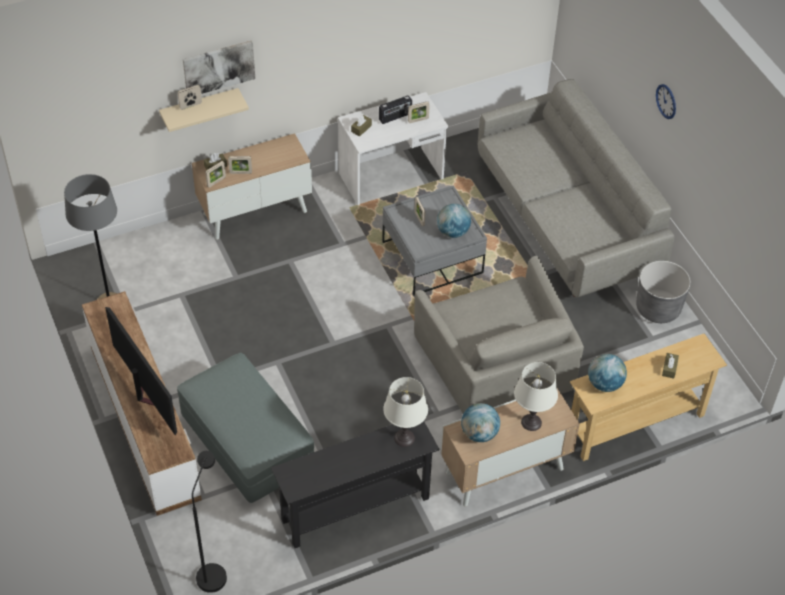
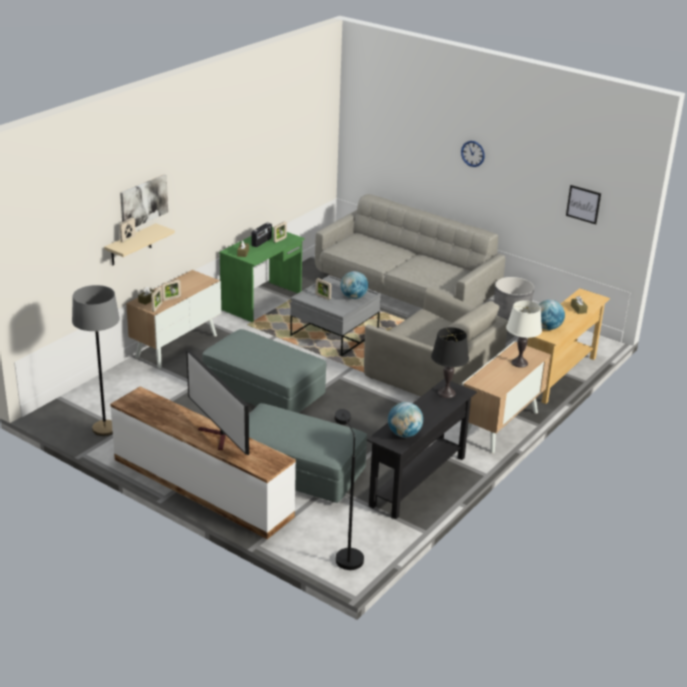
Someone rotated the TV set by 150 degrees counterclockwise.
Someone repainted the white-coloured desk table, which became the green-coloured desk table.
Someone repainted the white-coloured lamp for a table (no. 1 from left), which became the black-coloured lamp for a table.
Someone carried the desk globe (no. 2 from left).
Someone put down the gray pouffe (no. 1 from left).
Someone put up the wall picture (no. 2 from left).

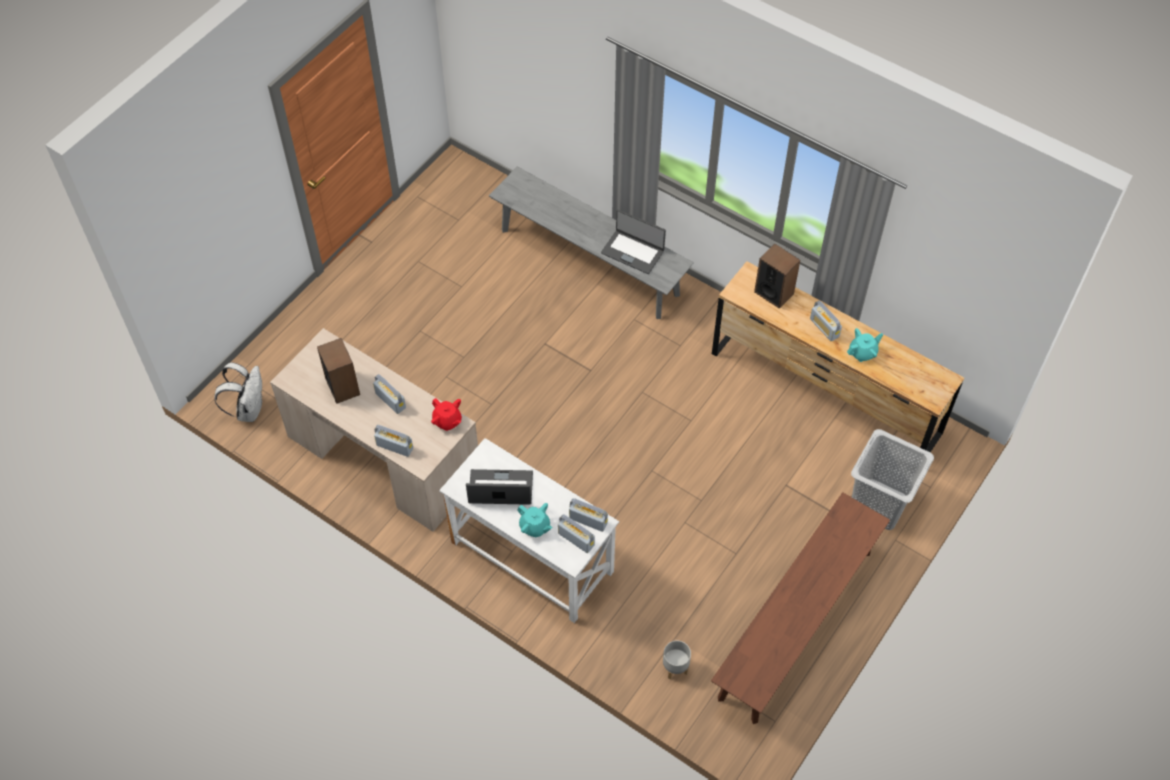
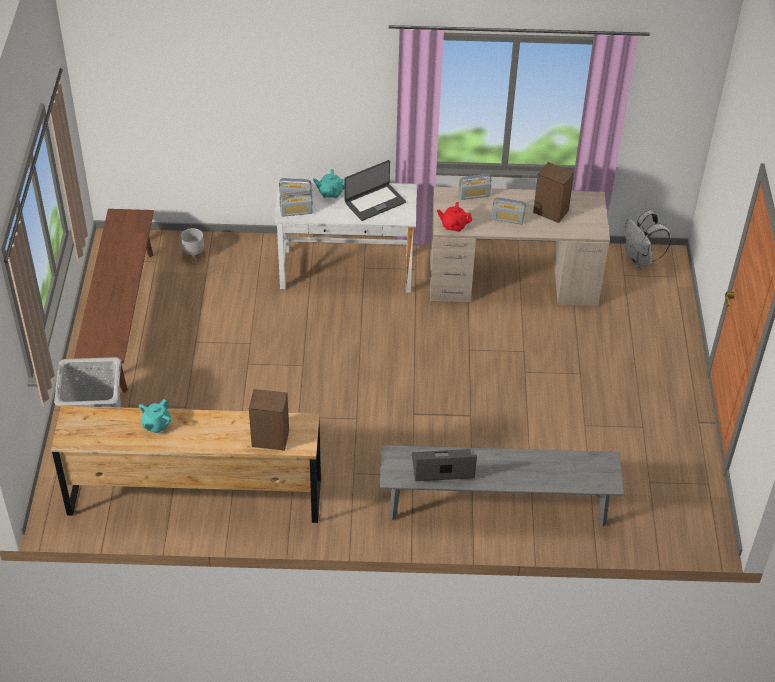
Someone took away the radio receiver (no. 5 from left).

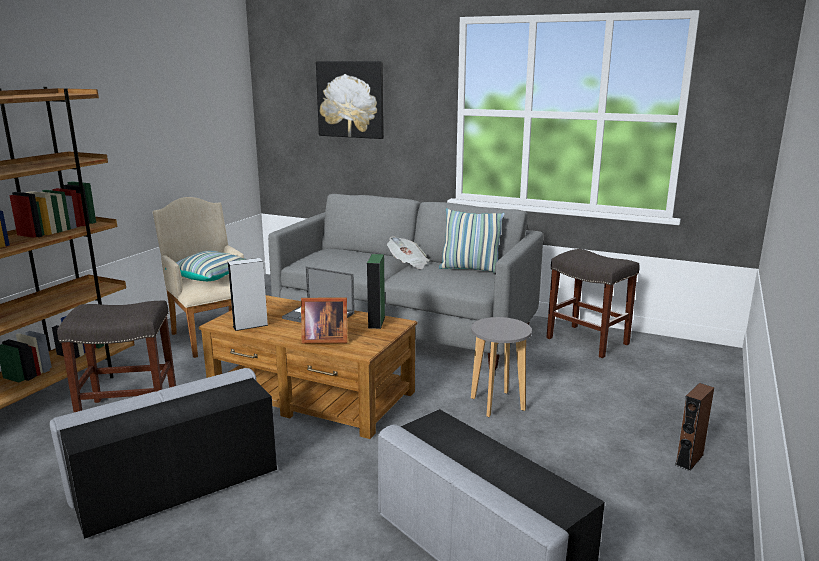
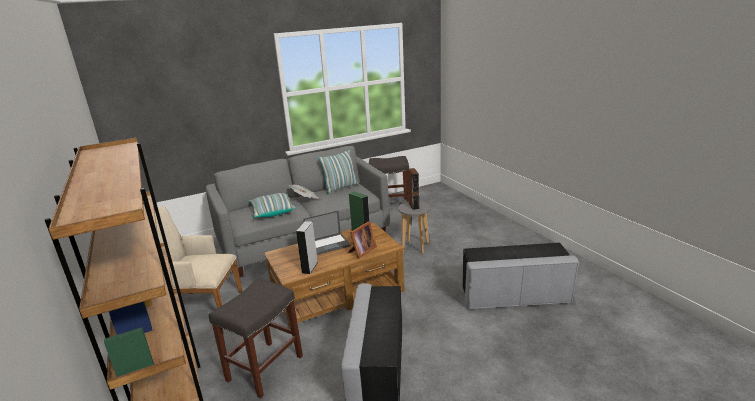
Someone carried the pillow (no. 1 from left).
Someone took away the wall picture.
Someone carried the brown-coloured loudspeaker.

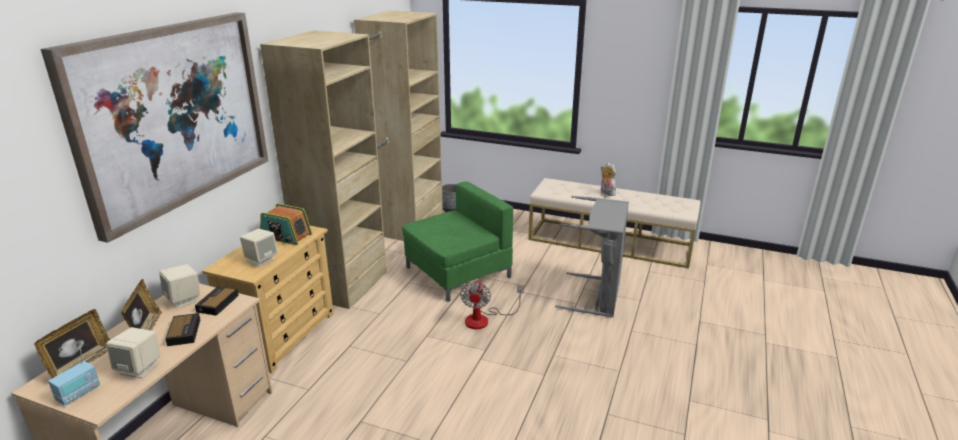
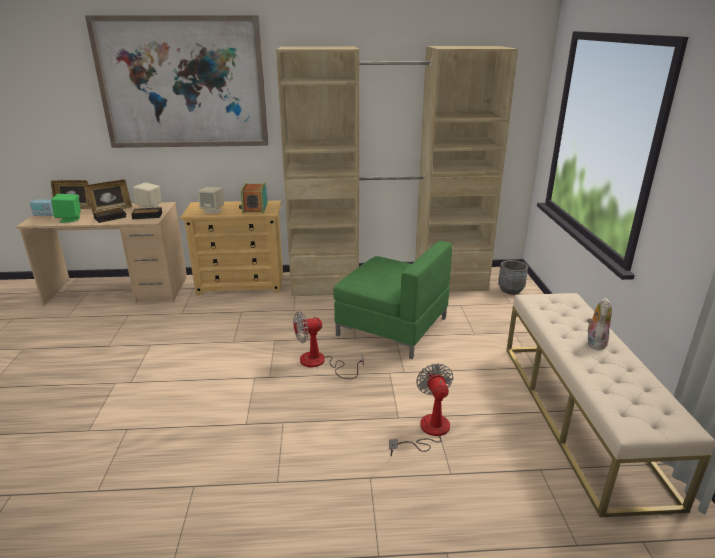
Someone repainted the beige-coloured loudspeaker (no. 1 from left), which became the green-coloured loudspeaker.
Someone swapped the gray laundry basket for the fan (no. 2 from left).

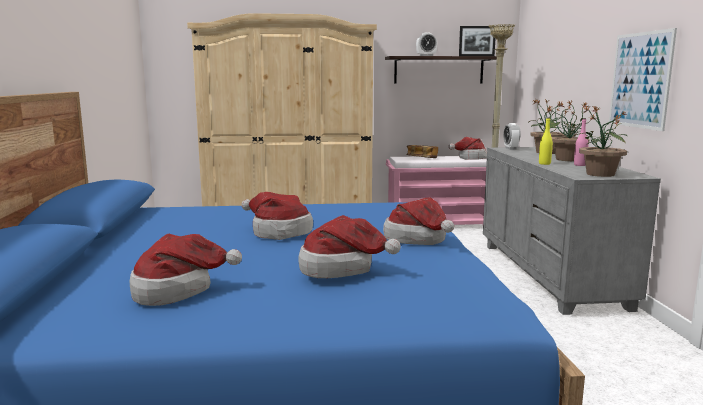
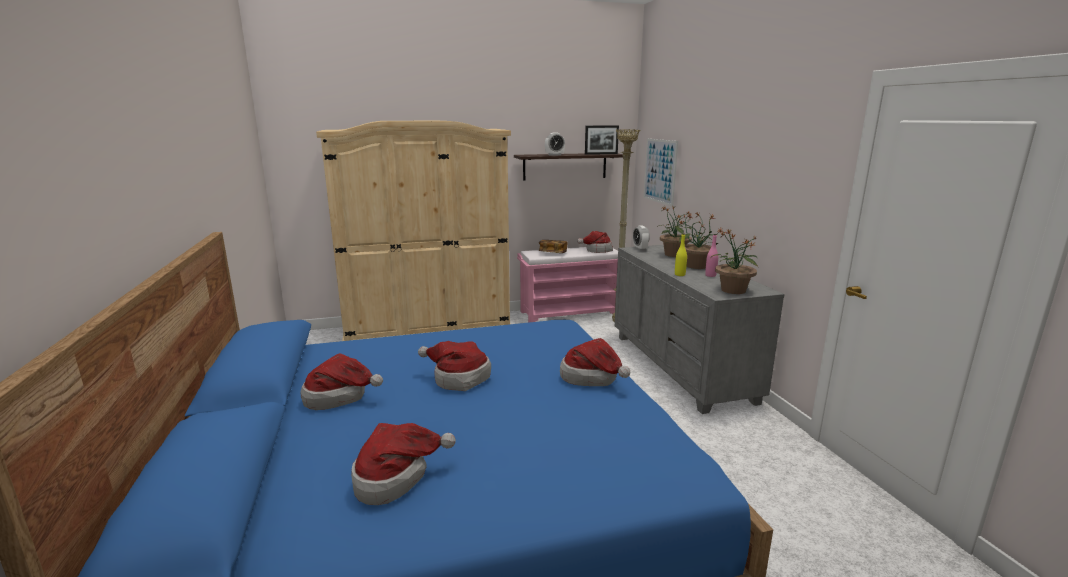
Someone carried the clothing hat (no. 3 from left in the first image).
Someone carried the wall picture.

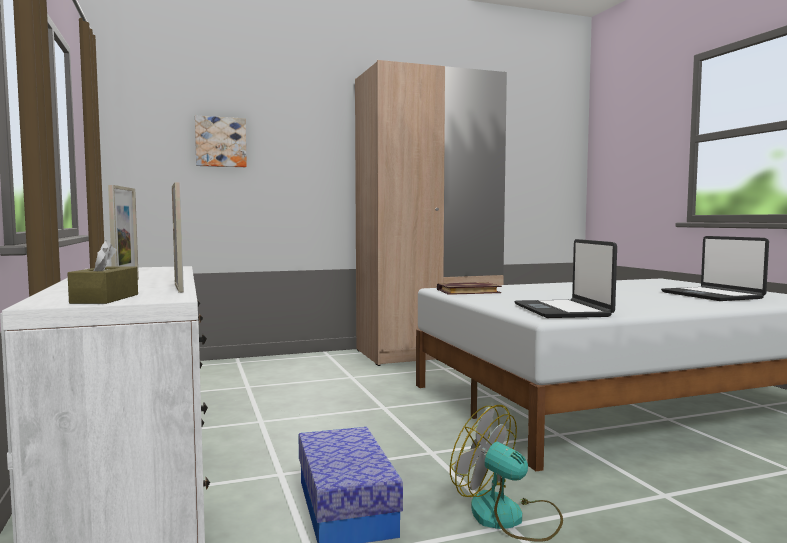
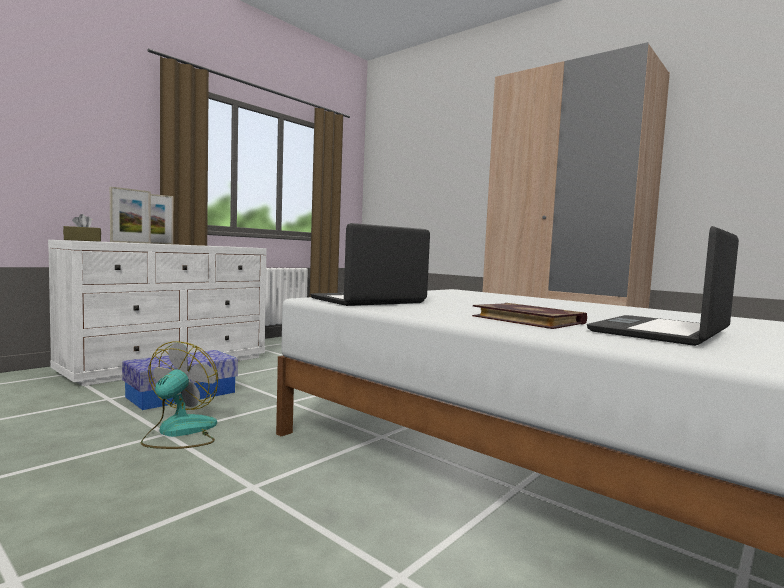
Someone took away the wall picture.
Someone carried the volume.

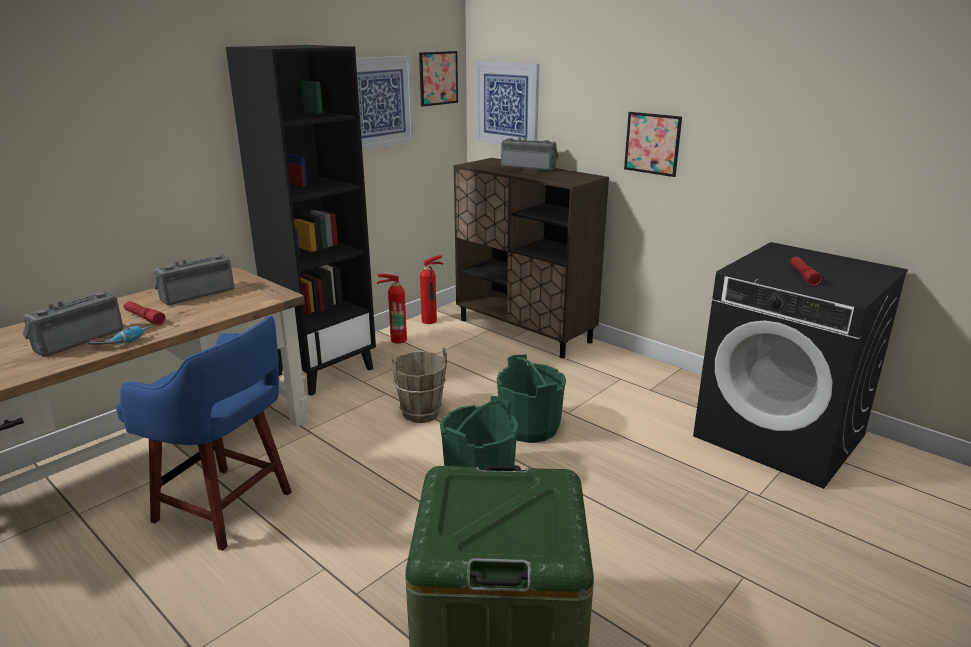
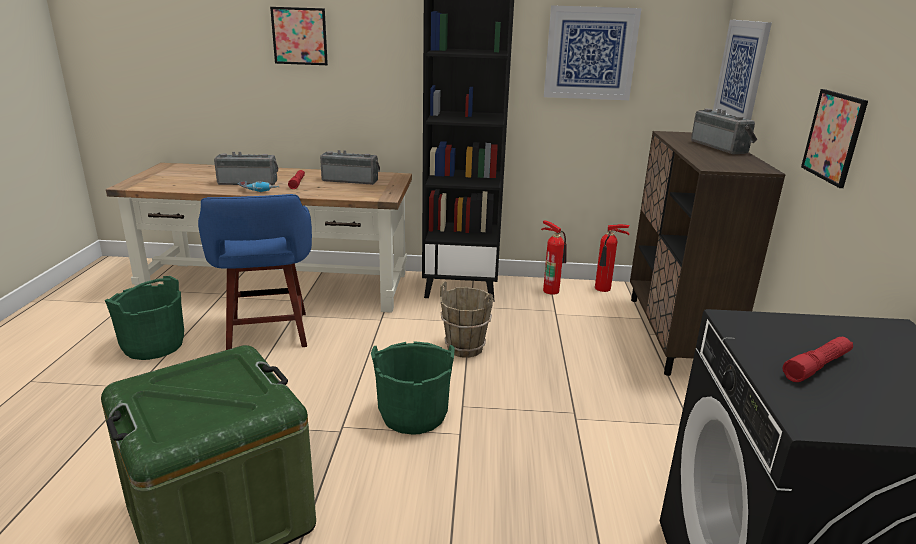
Someone carried the wall picture (no. 2 from left in the first image).
Someone carried the green-coloured water bucket (no. 2 from left in the first image).

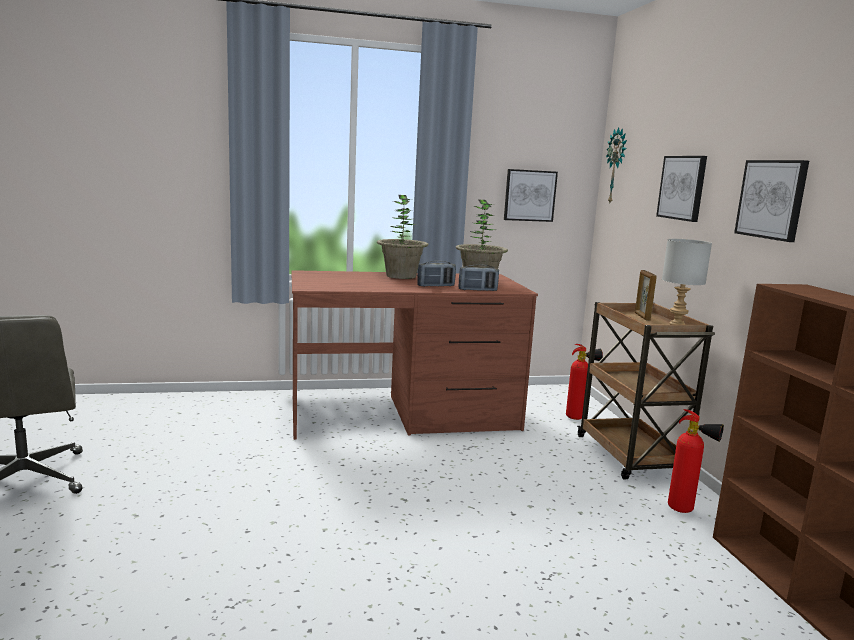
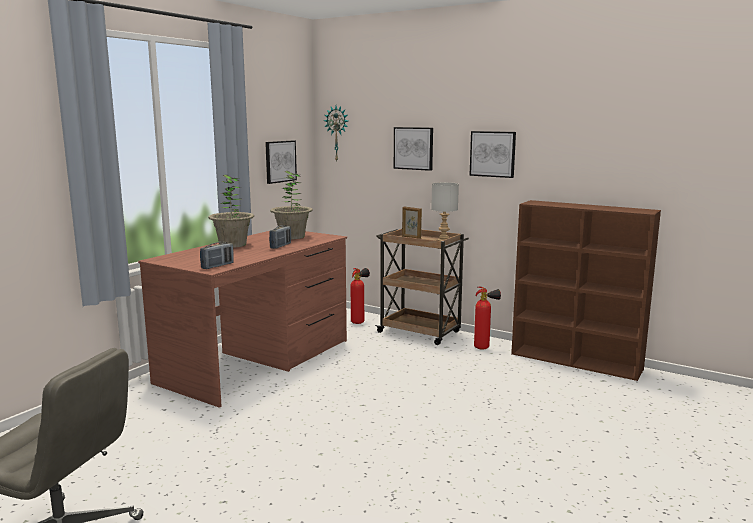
Someone carried the radio receiver (no. 2 from left in the first image).

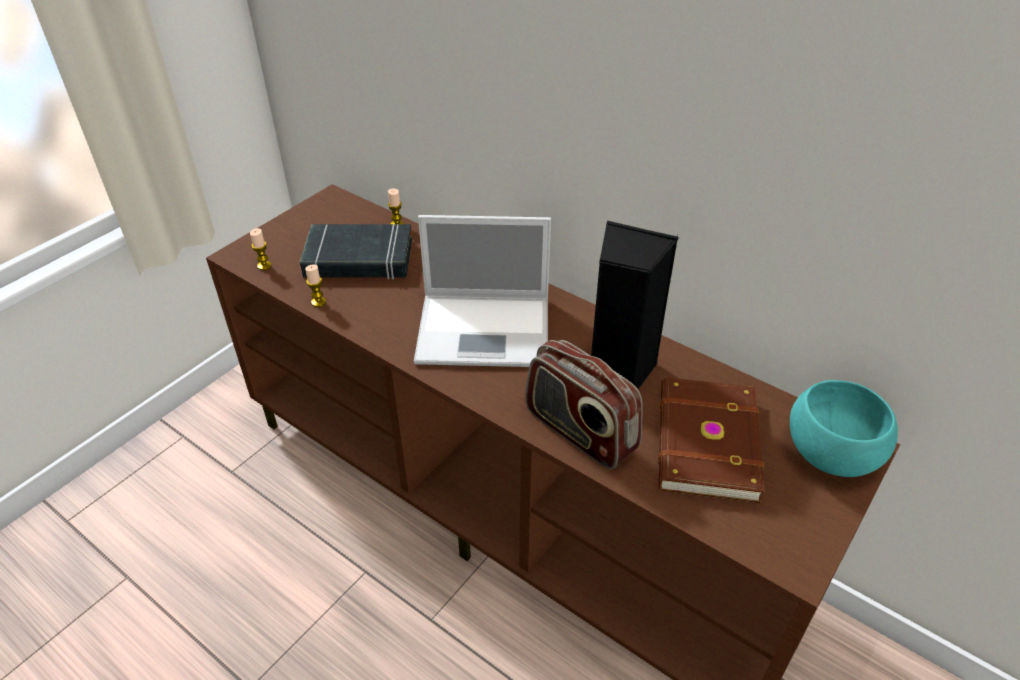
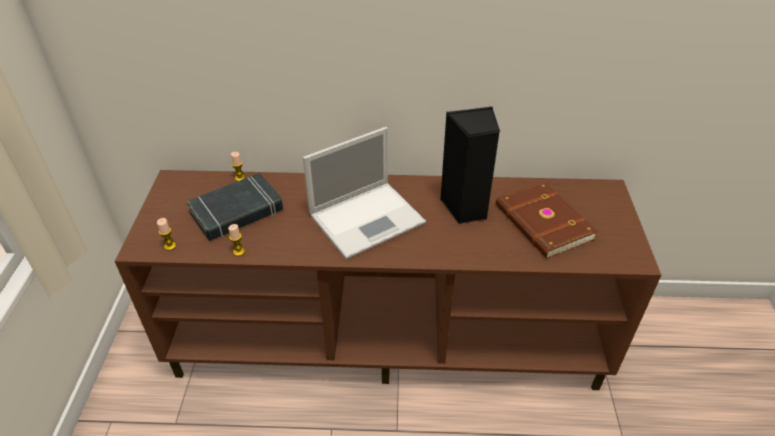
Someone took away the radio receiver.
Someone took away the turquoise serving bowl.

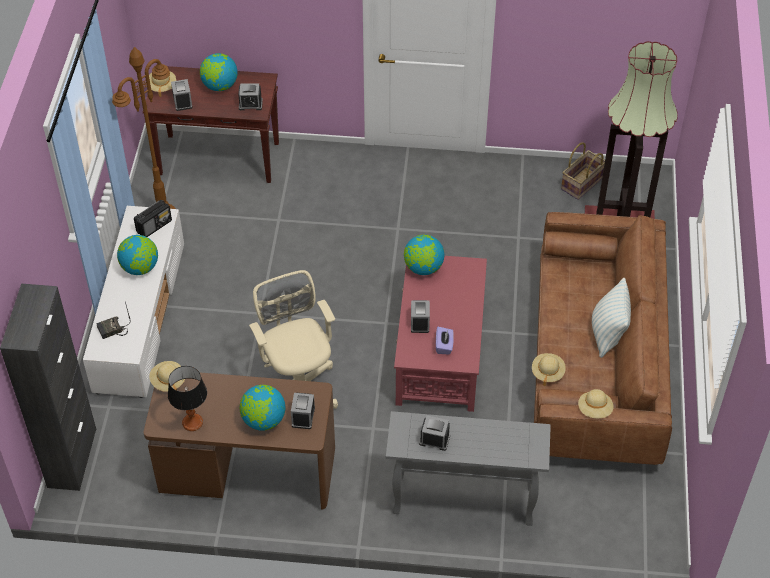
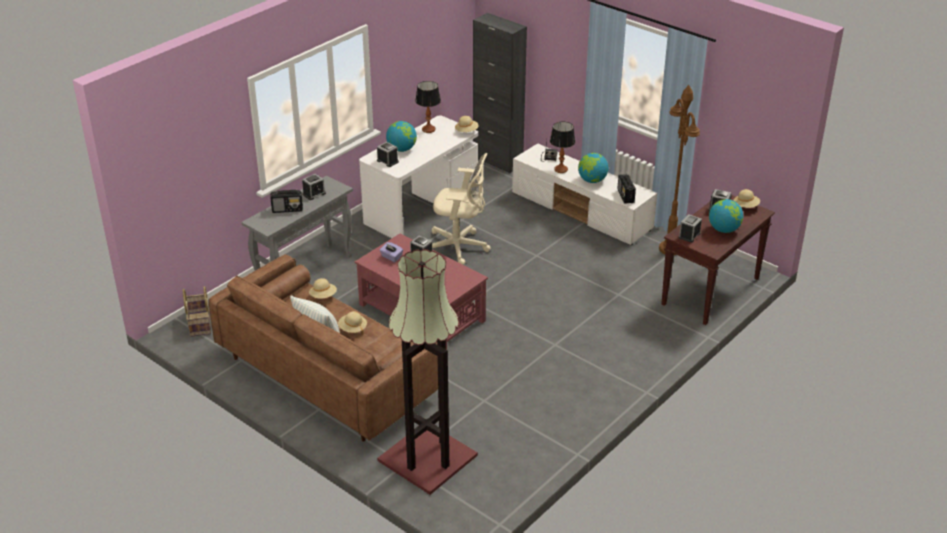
Someone repainted the brown-coloured desk table, which became the white-coloured desk table.
Someone took away the desk globe (no. 4 from left).
Someone carried the storage basket.
Someone carried the beige-coloured clothing hat (no. 4 from left in the first image).
Someone put down the radio receiver (no. 1 from left).
Someone put down the lamp for a table (no. 2 from left).

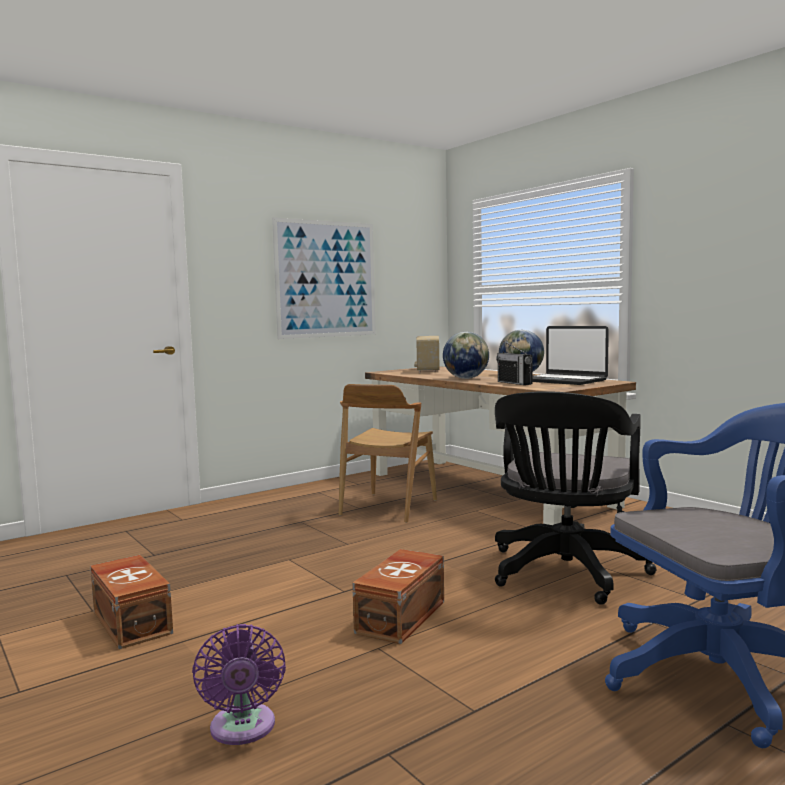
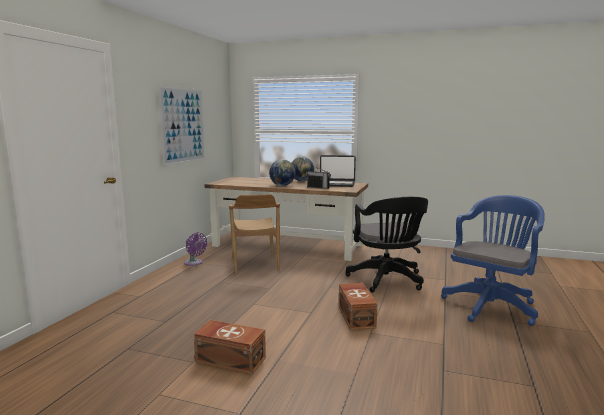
Someone carried the purple-coloured fan.
Someone took away the radio receiver (no. 1 from left).

